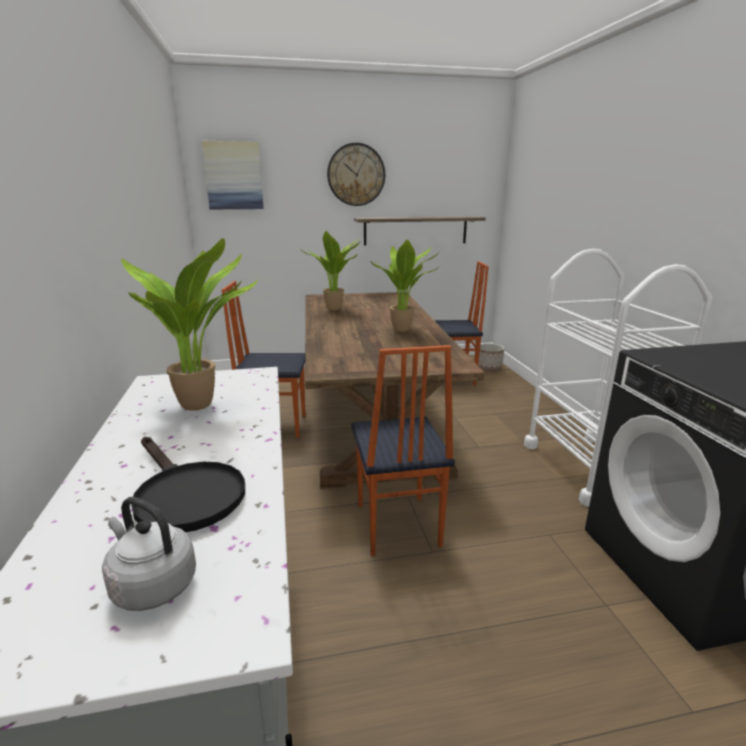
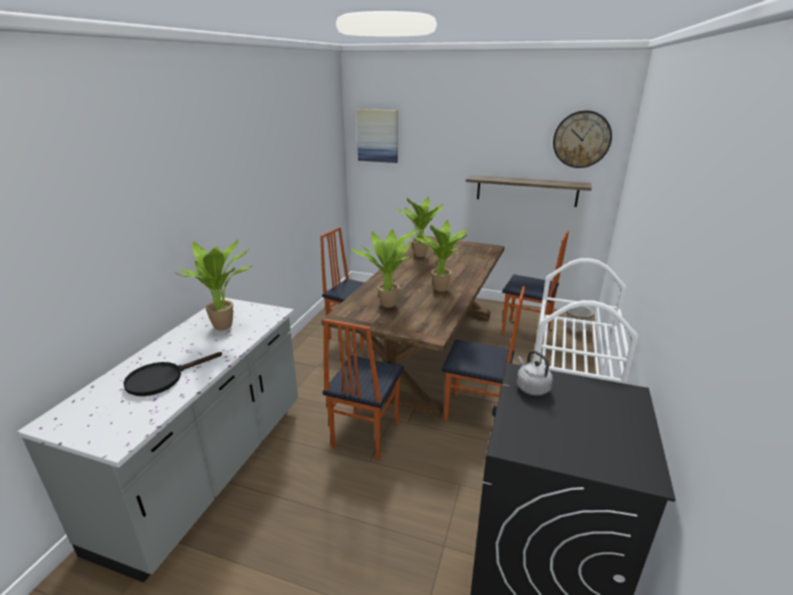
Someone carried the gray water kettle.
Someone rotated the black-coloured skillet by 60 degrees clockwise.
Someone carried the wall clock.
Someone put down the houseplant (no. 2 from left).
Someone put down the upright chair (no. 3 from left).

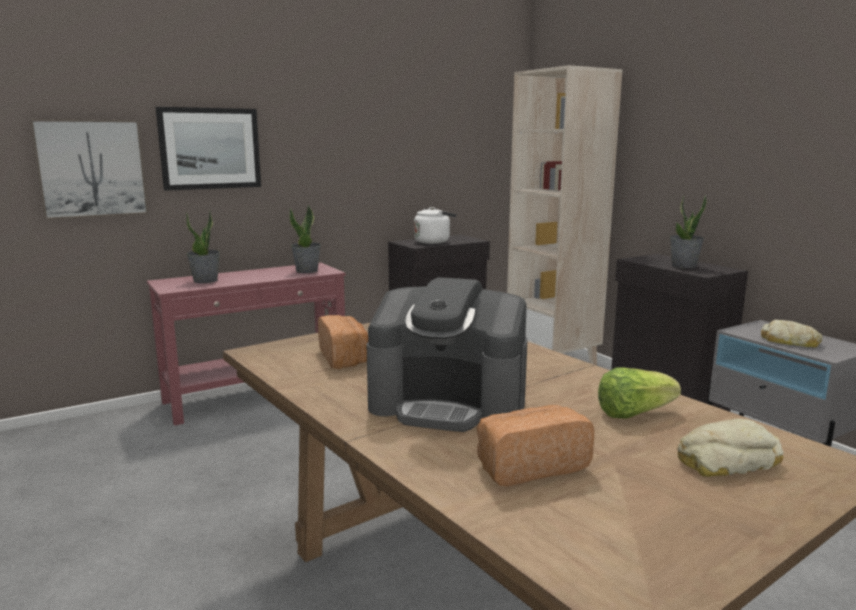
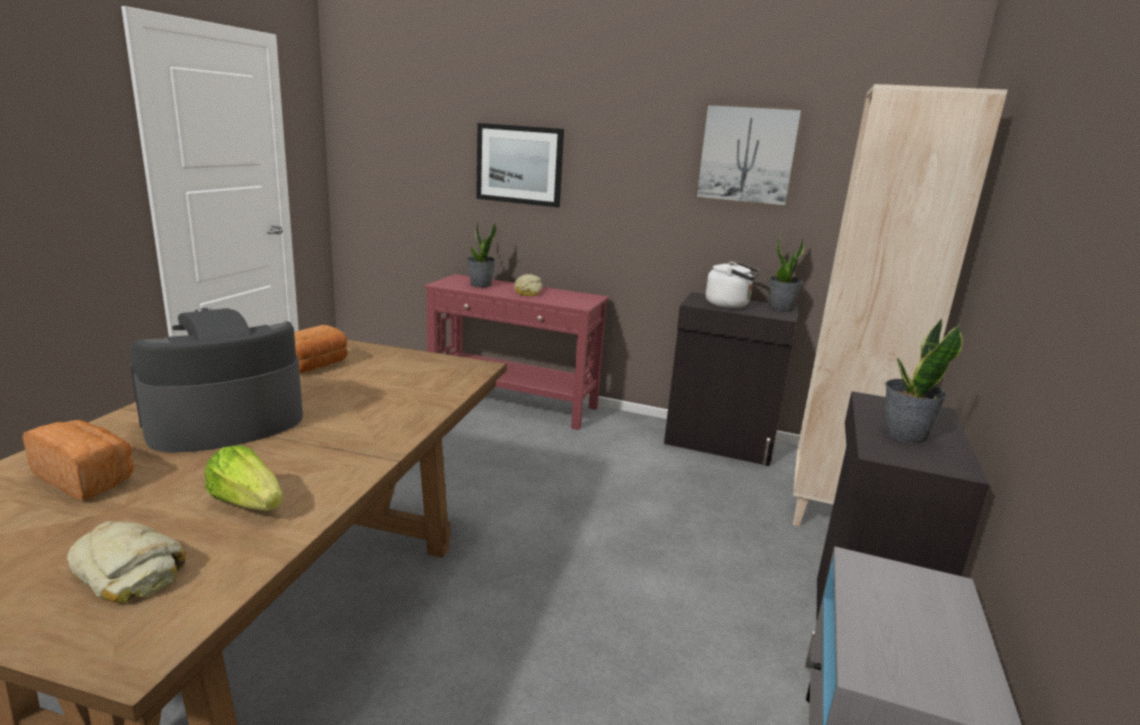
Someone carried the wall picture (no. 1 from left in the first image).
Someone carried the houseplant (no. 2 from left).
Someone rotated the coffee maker by 75 degrees clockwise.
Someone carried the bakery bread (no. 4 from left).

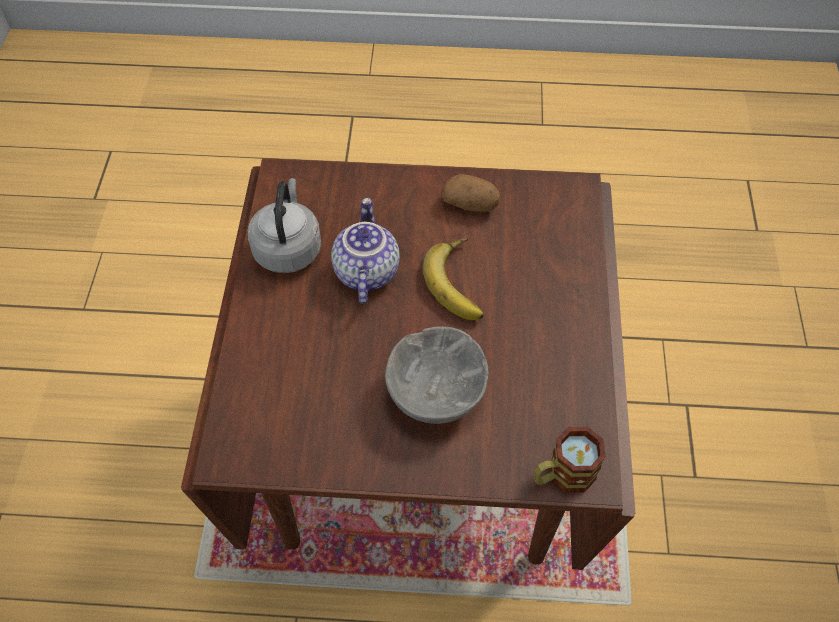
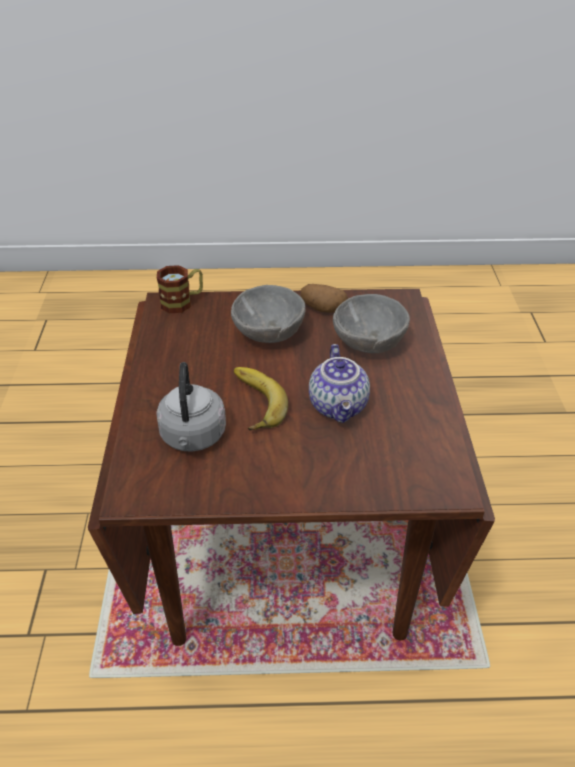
Someone carried the gray water kettle.
Someone carried the potato.
Someone put down the gray serving bowl (no. 2 from left).

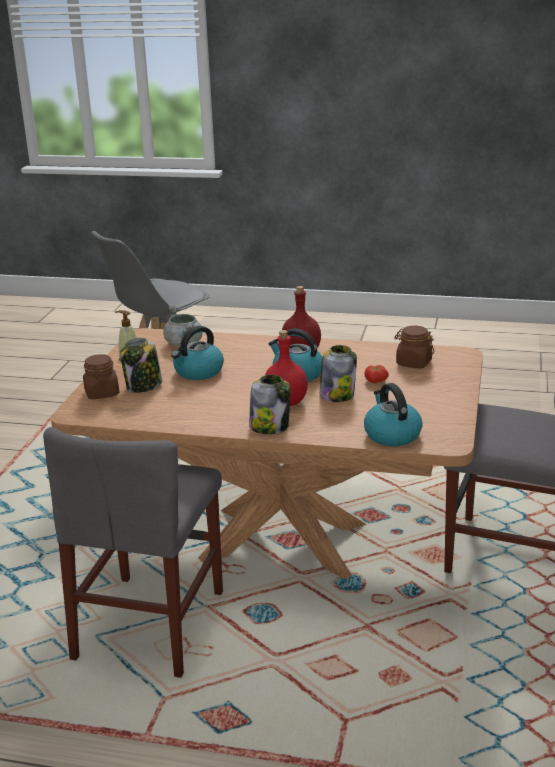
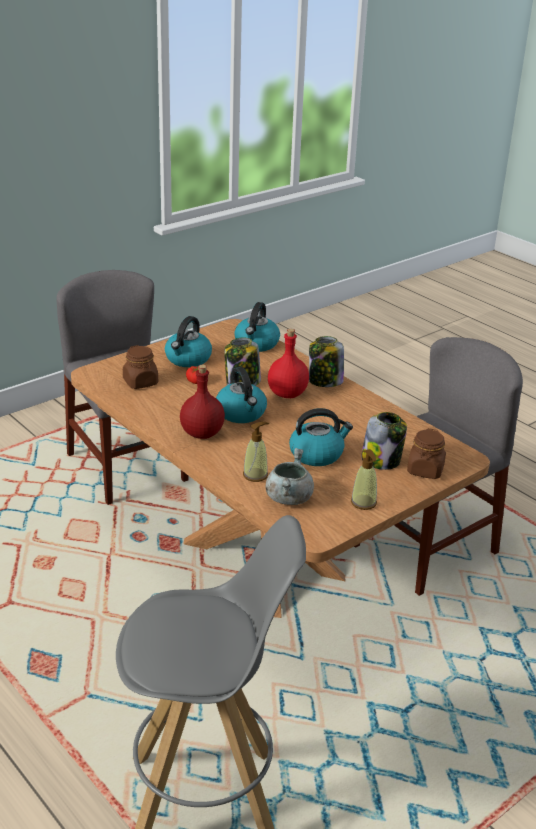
Someone put down the water kettle (no. 1 from left).
Someone put down the soap bottle (no. 1 from left).

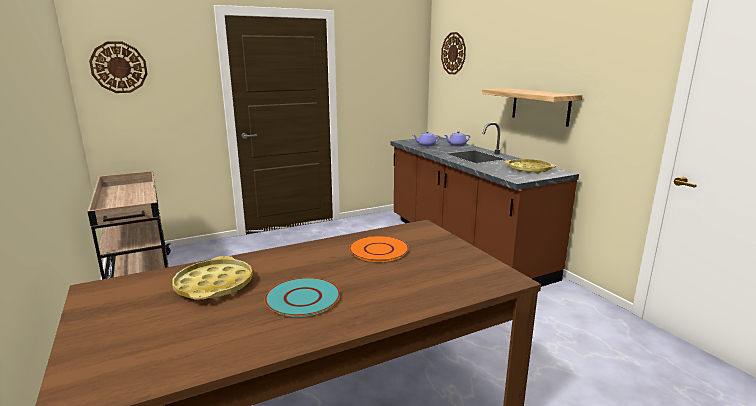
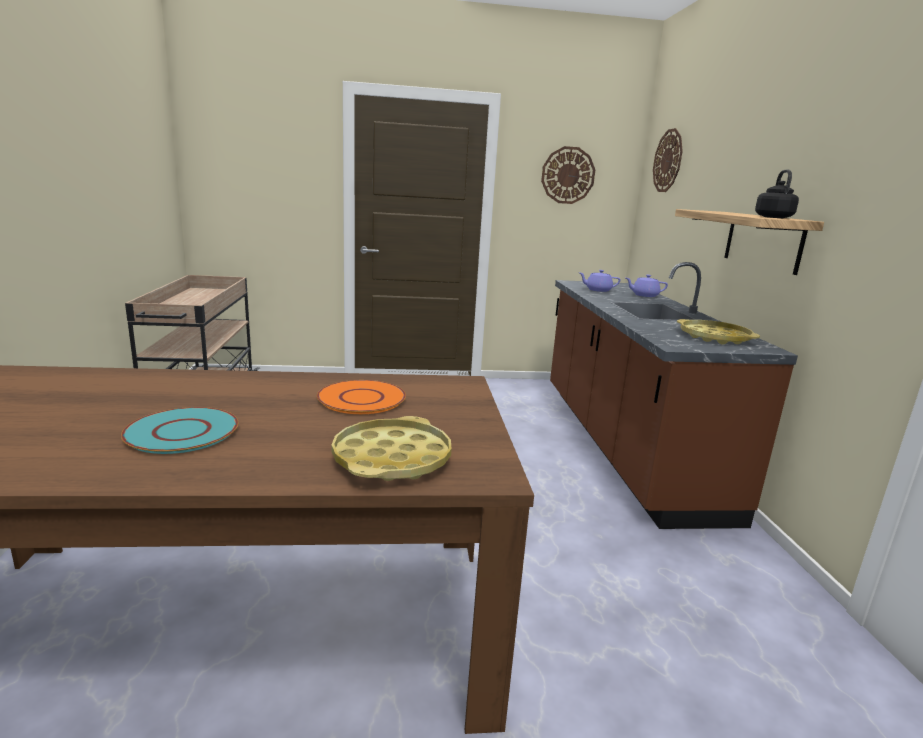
Someone carried the wall clock (no. 1 from left).
Someone carried the yellowish tray (no. 1 from left).
Someone put down the black-coloured water kettle.

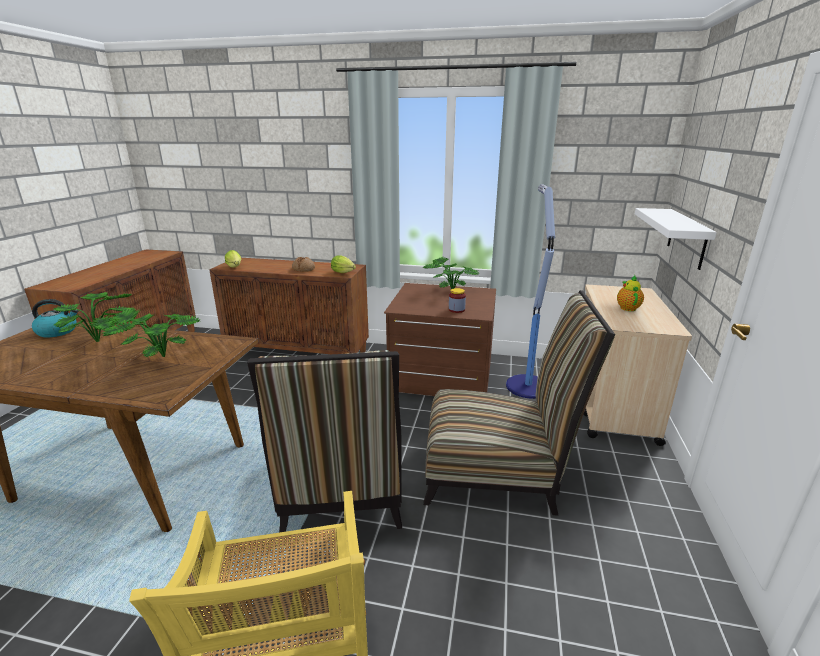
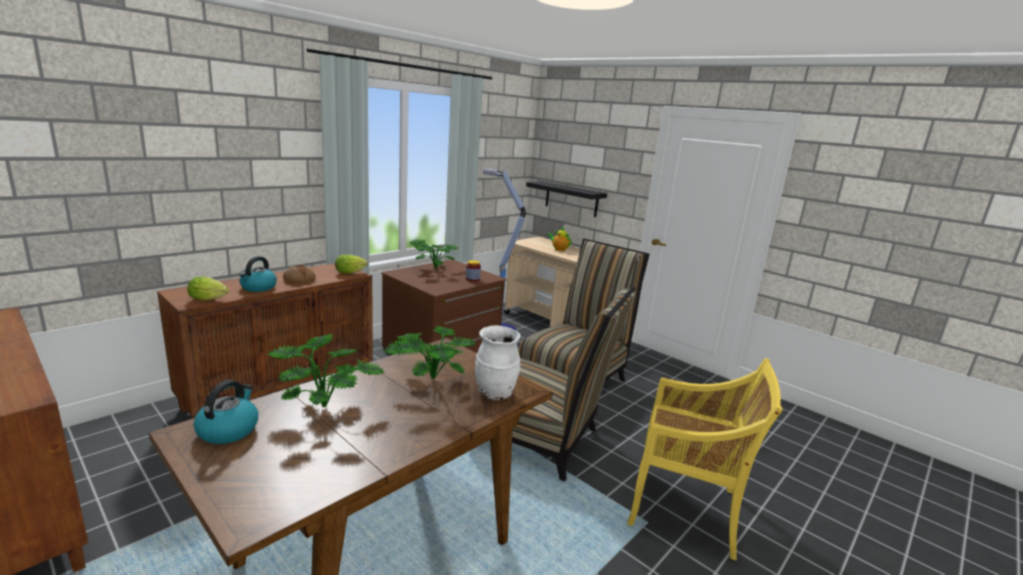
Someone repainted the white-coloured wall shelf, which became the black-coloured wall shelf.
Someone put down the water kettle (no. 2 from left).
Someone put down the white-coloured vase.

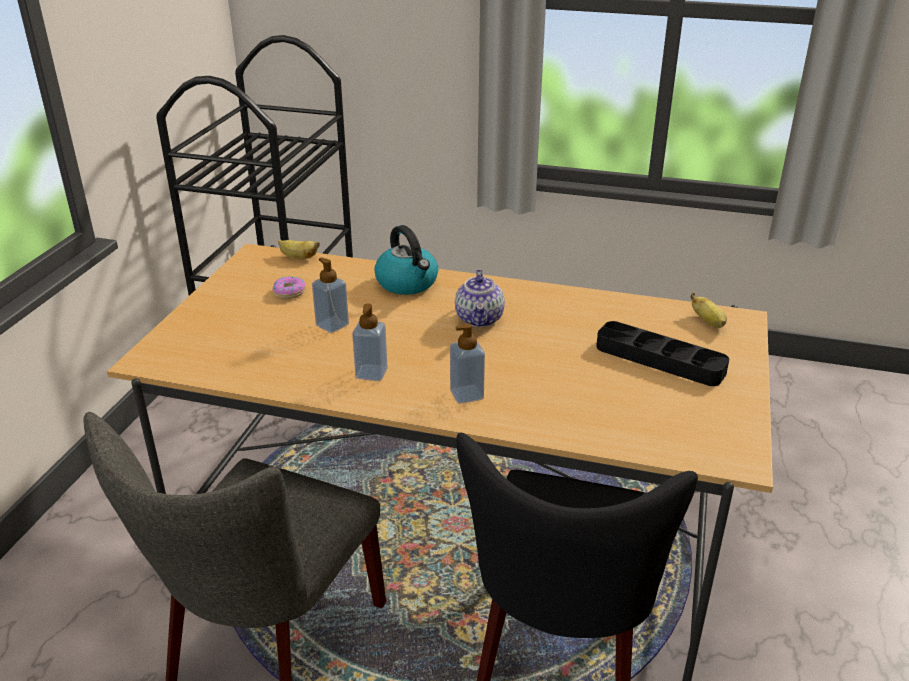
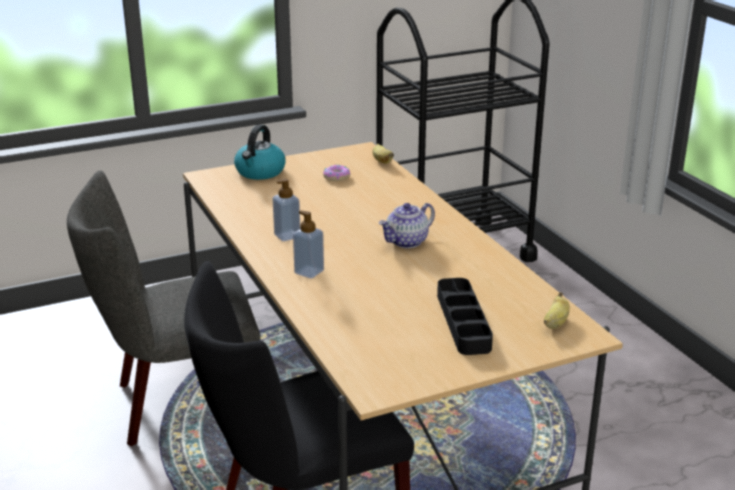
Someone took away the soap bottle (no. 1 from left).
Someone carried the water kettle.

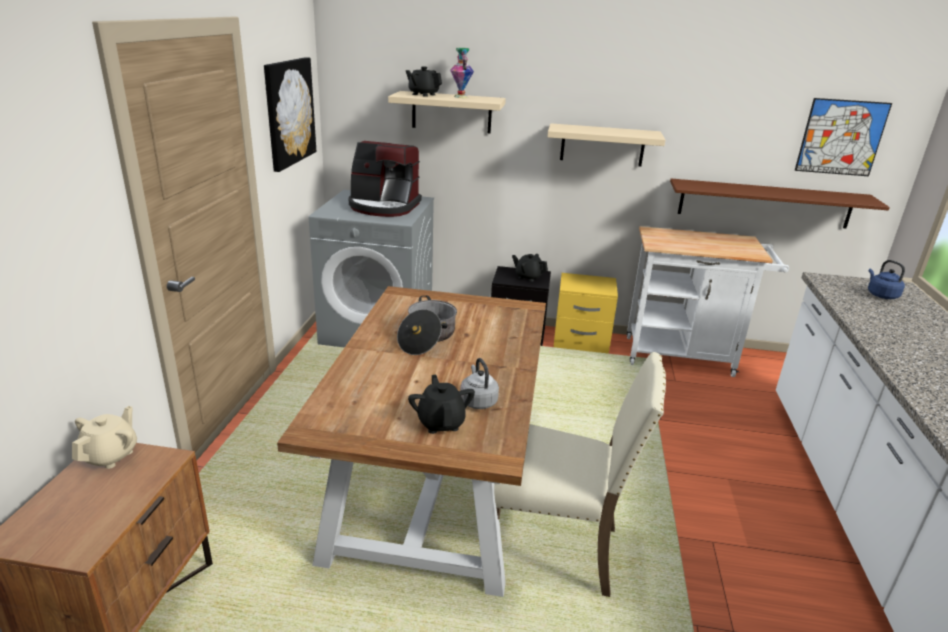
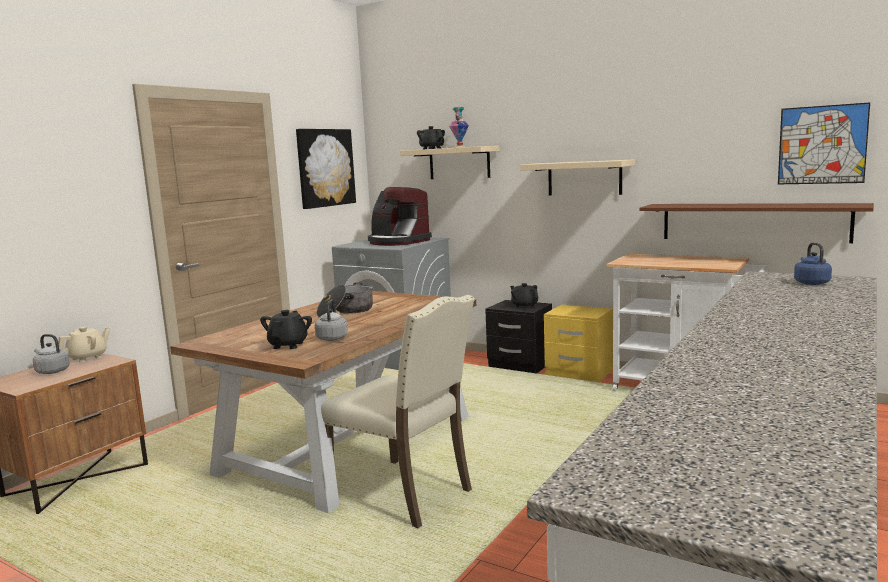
Someone put down the gray water kettle (no. 1 from left).

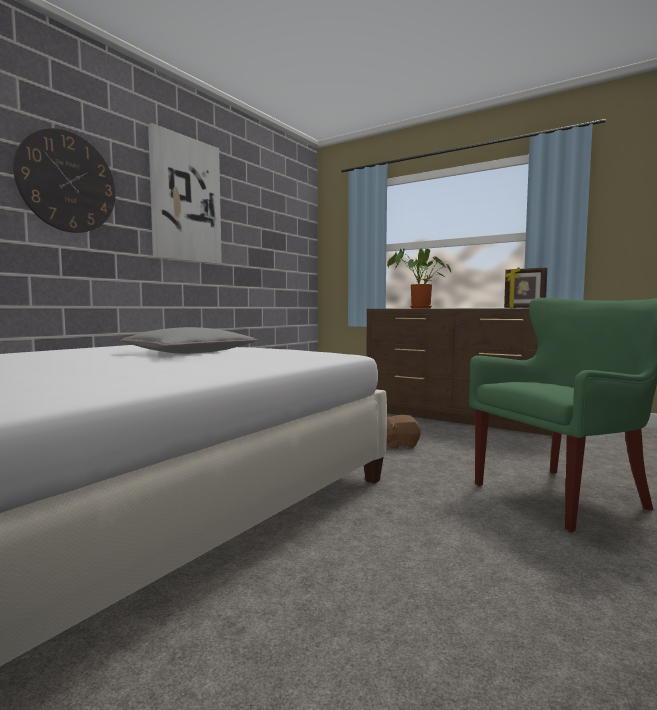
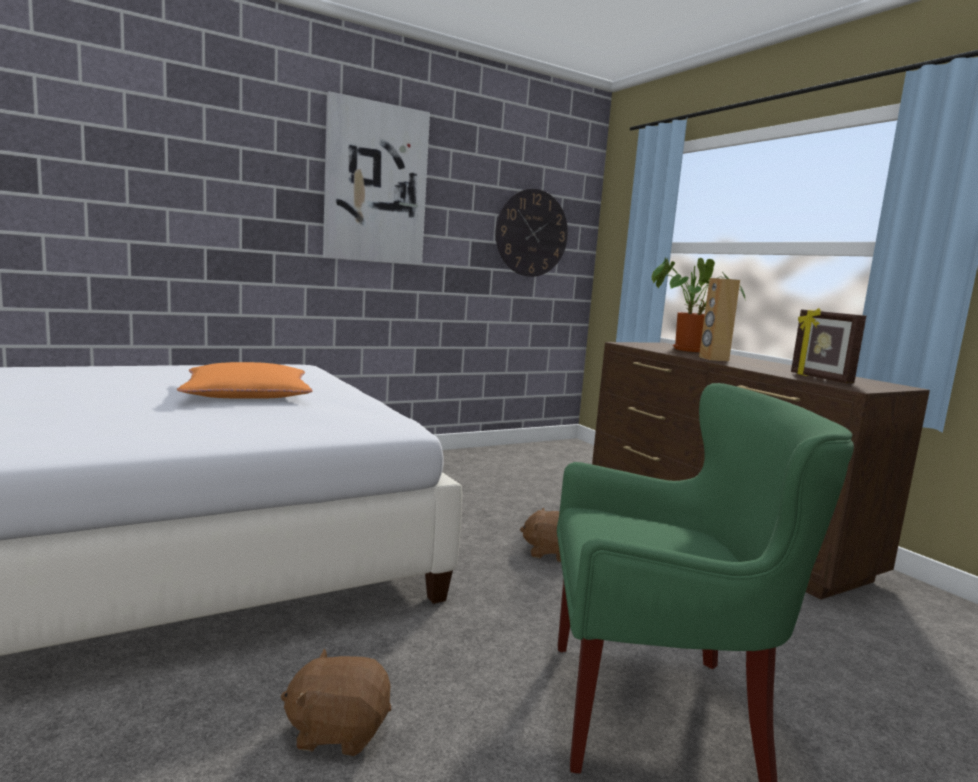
Someone carried the wall clock.
Someone repainted the gray pillow, which became the orange-coloured pillow.
Someone put down the brown-coloured soft toy (no. 1 from left).
Someone put down the brown-coloured loudspeaker.

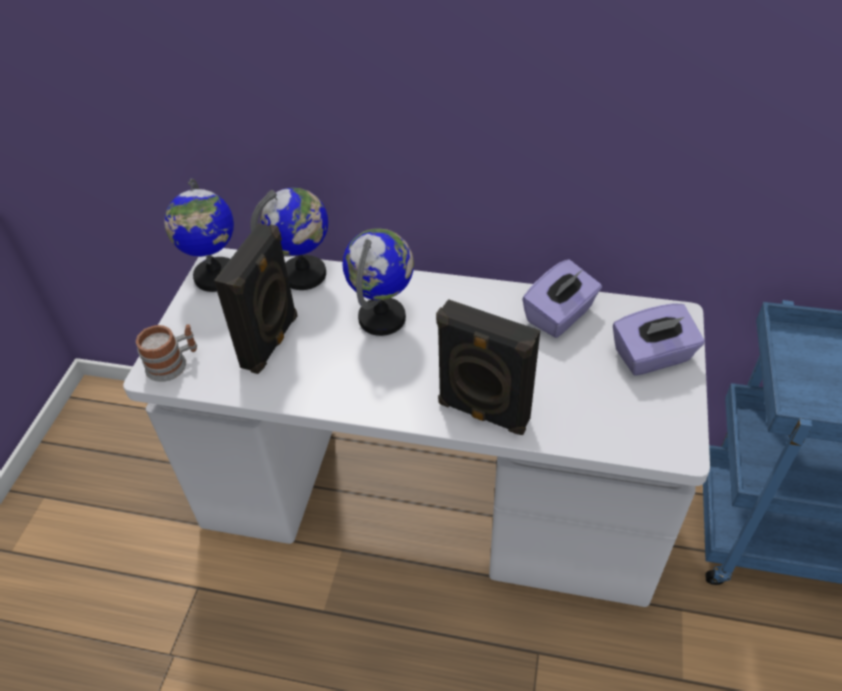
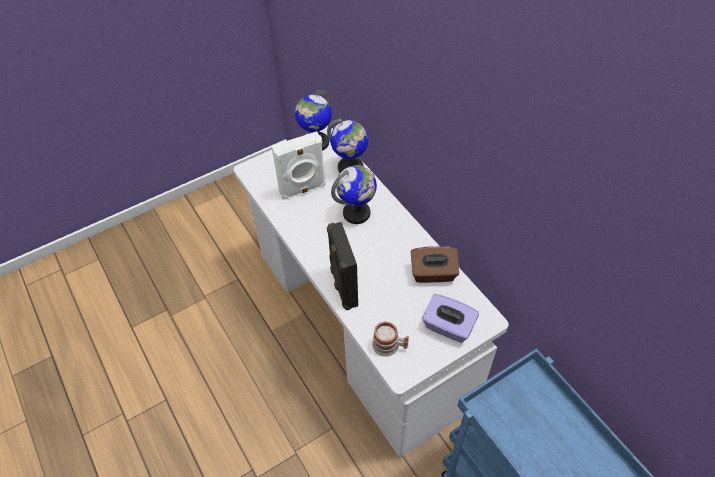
Someone carried the tea mug.
Someone repainted the black-coloured loudspeaker (no. 1 from left), which became the white-coloured loudspeaker.
Someone repainted the purple-coloured box of tissues (no. 1 from left), which became the brown-coloured box of tissues.

